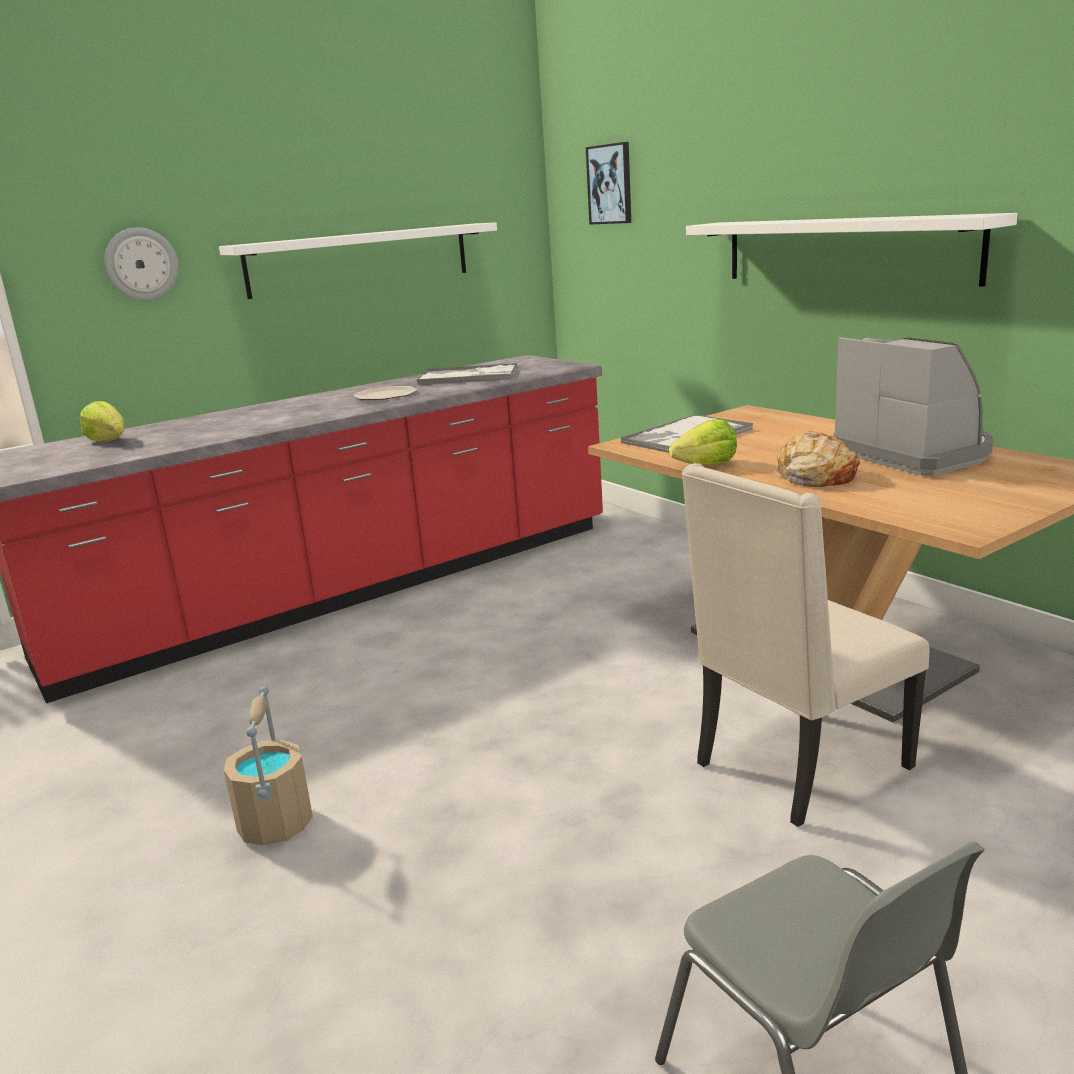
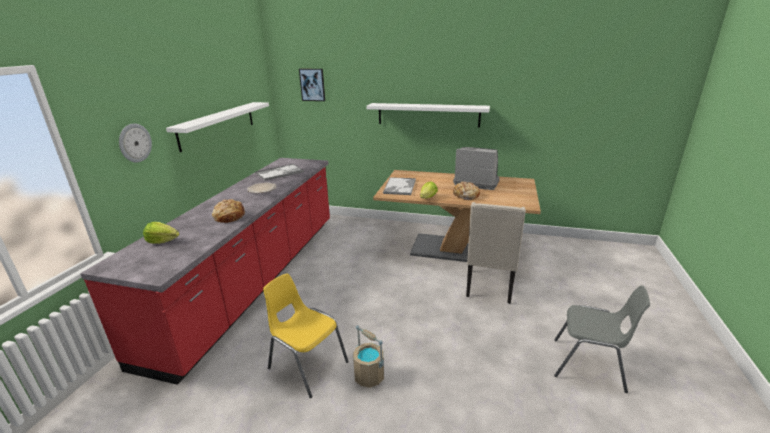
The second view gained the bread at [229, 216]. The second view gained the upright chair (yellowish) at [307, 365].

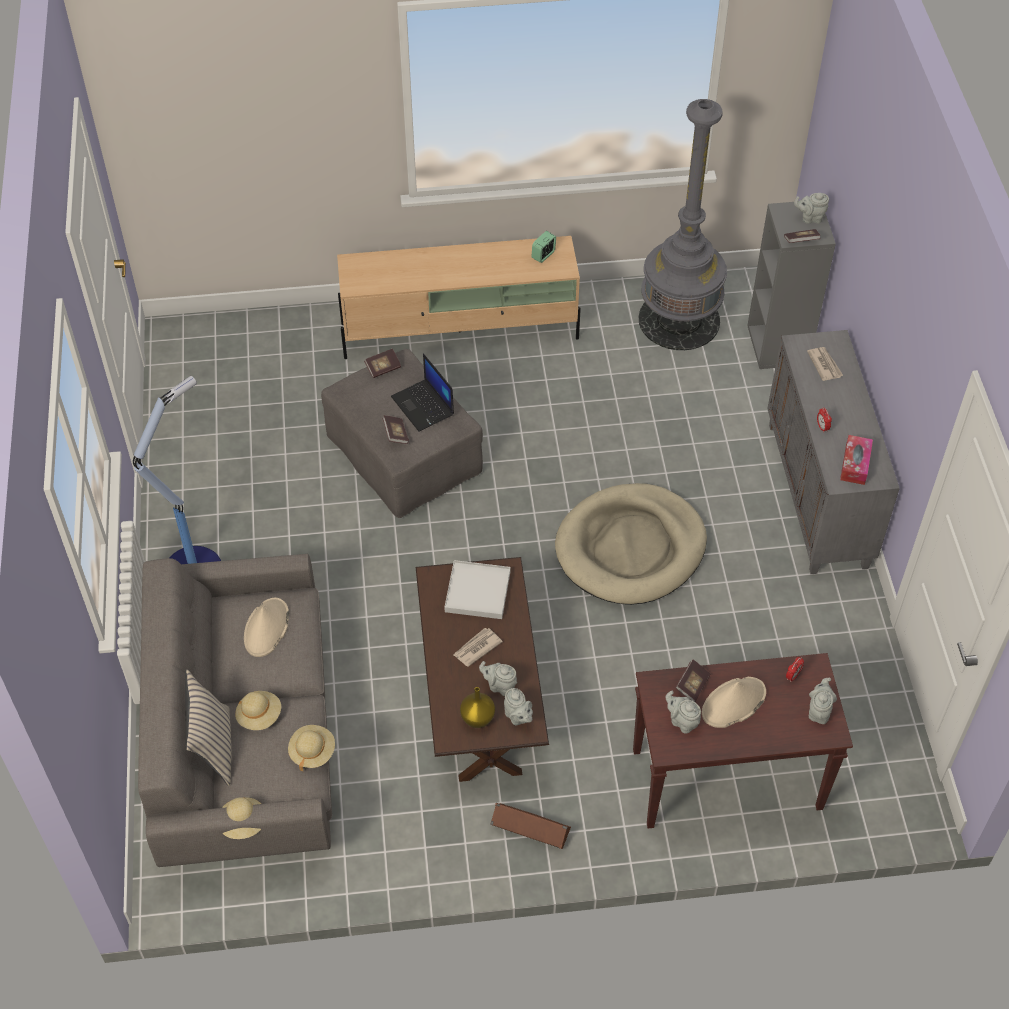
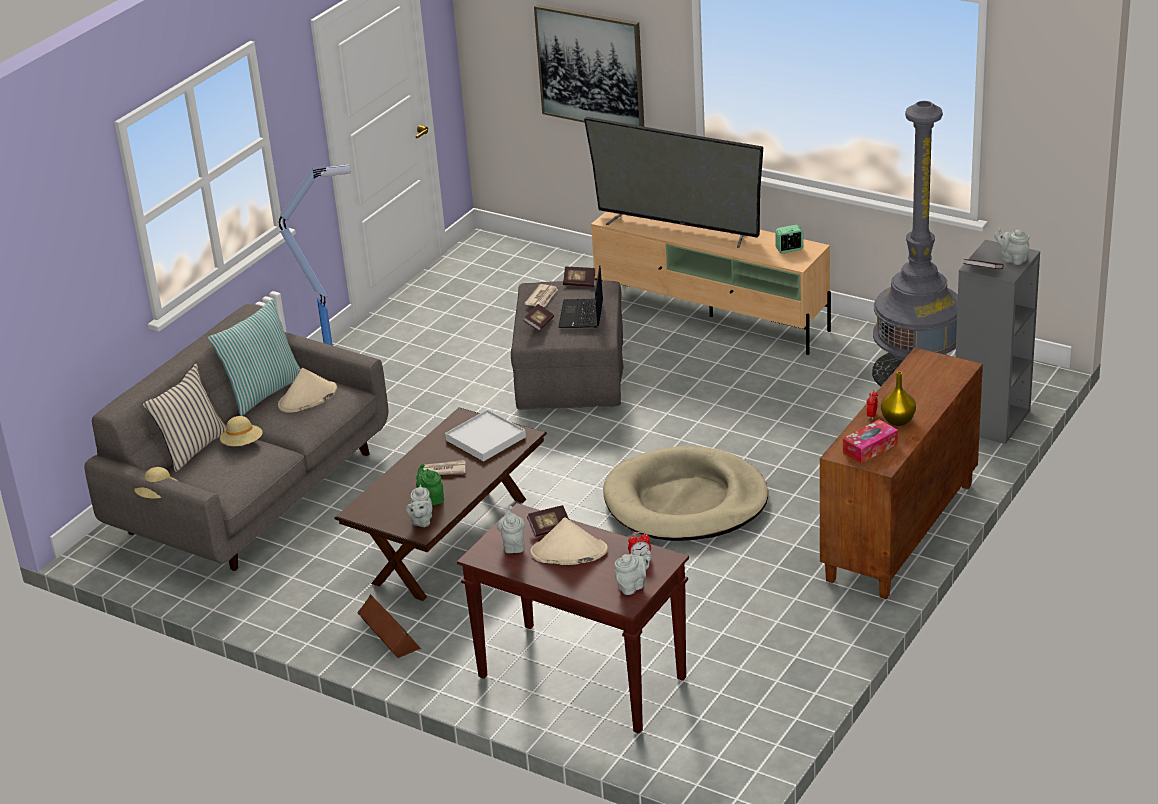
The second view lost the hat (beige-coloured) at [312, 752]. The vase (yellowish) ended up elsewhere, having gone from [478, 718] to [898, 421]. What was the teapot (gray) at [500, 686] turned into the teapot (green-coloured) at [431, 498]. What was the cupboard (gray) at [818, 495] turned into the cupboard (brown-coloured) at [901, 533]. The printed paper ended up elsewhere, having gone from [824, 365] to [542, 298]. The second view gained the pillow at [263, 392]. The second view gained the wall picture at [590, 68]. The second view gained the television at [678, 228].

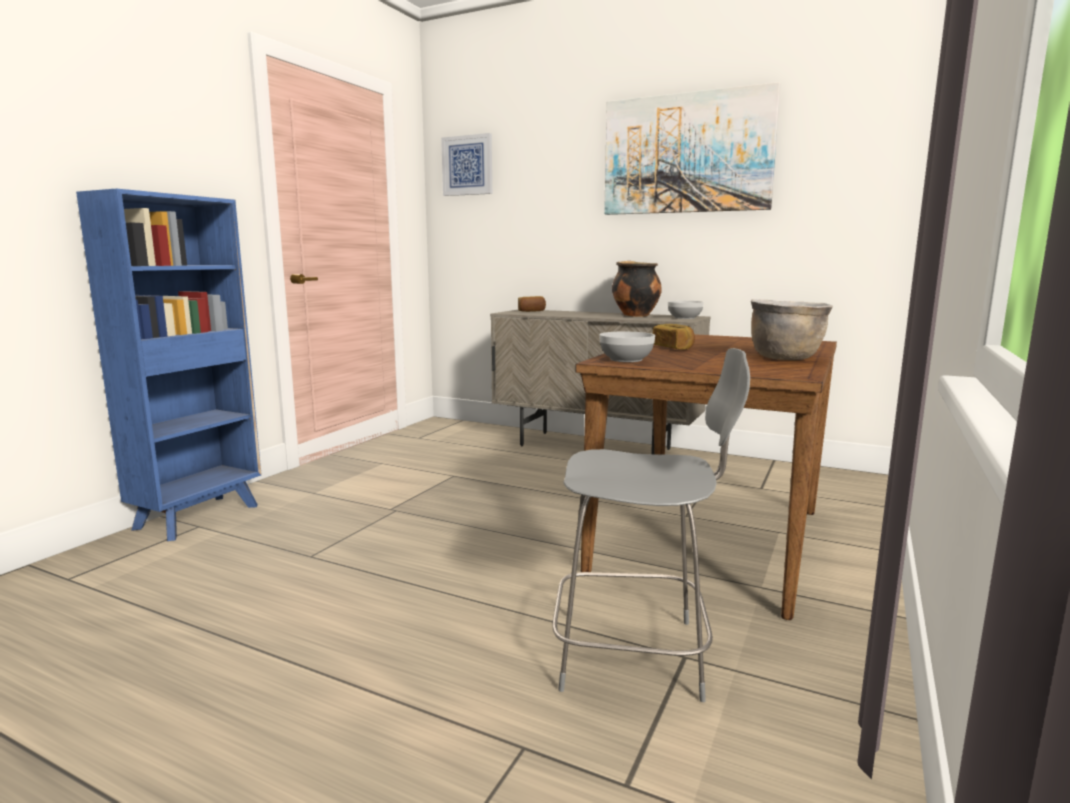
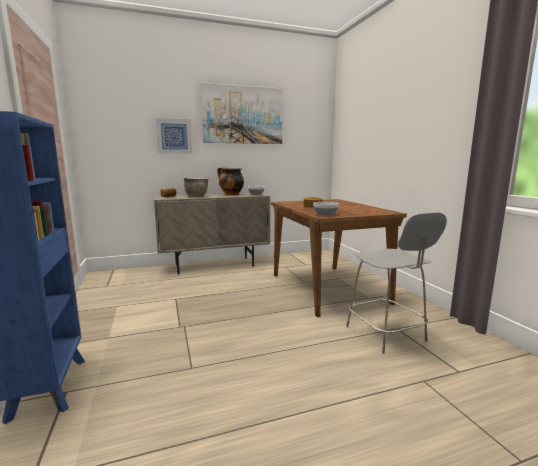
The wall picture ended up elsewhere, having gone from [467, 165] to [174, 136]. The upright chair (gray) at [636, 654] ended up facing another way, 105 degrees clockwise from before. The stockpot (brown-coloured) ended up elsewhere, having gone from [785, 358] to [196, 196].

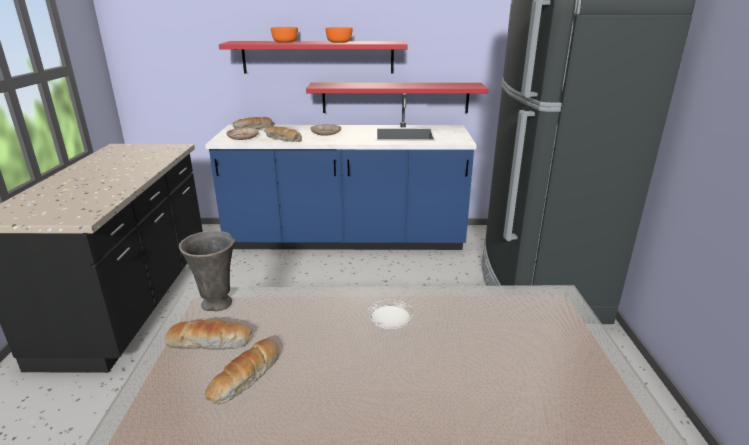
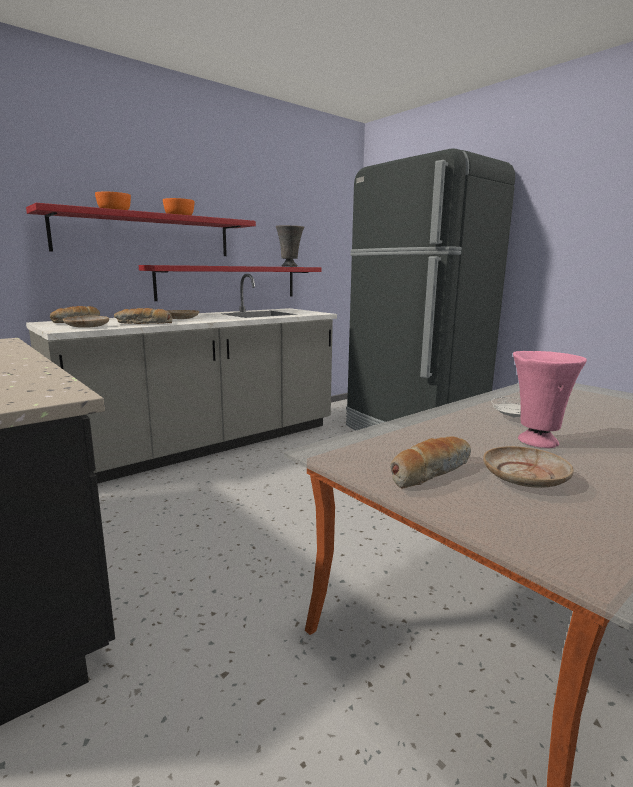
The vase (gray) ended up elsewhere, having gone from [217, 304] to [290, 266]. What was the kitchen base unit (blue) at [346, 240] turned into the kitchen base unit (gray) at [206, 445]. Where the bread stood at [246, 379], the flat dish (beige-coloured) came to stand at [525, 477]. The second view gained the vase (pink) at [536, 441].

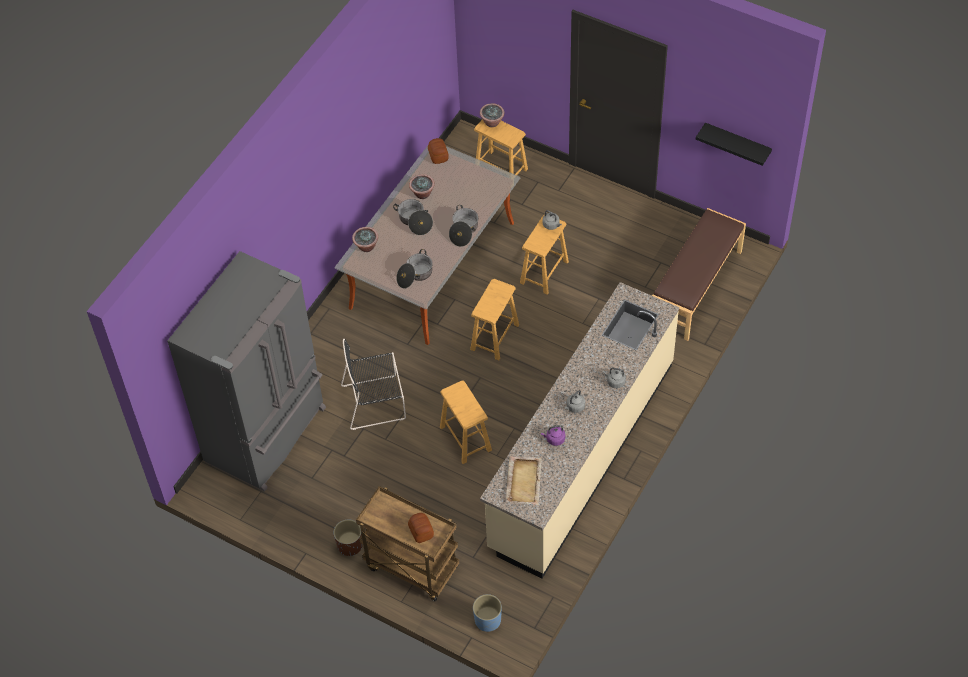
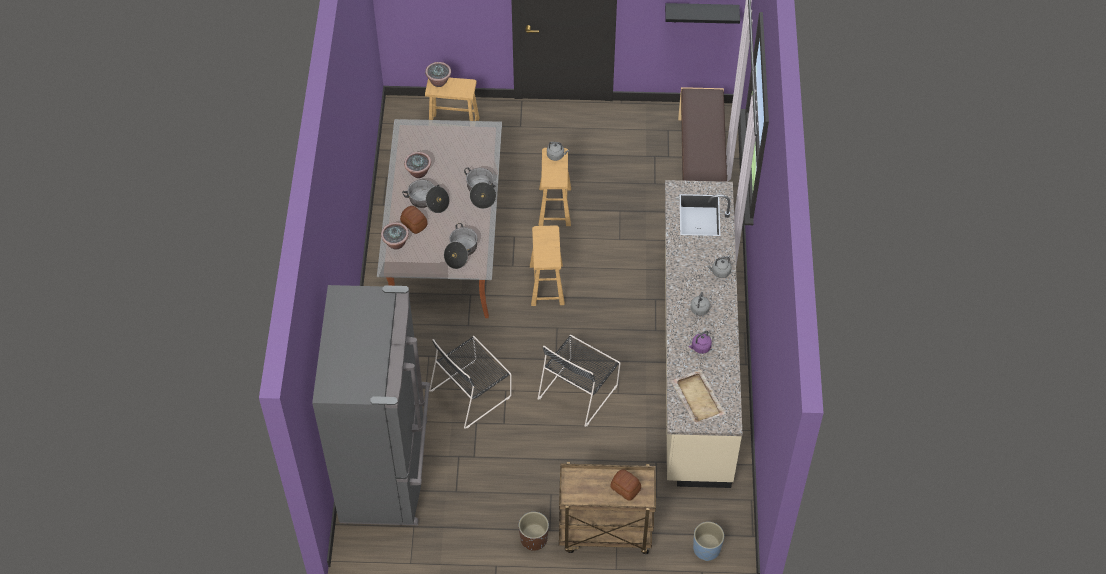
The bread ended up elsewhere, having gone from [438, 155] to [414, 223]. Where the sitting stool (brown-coloured) stood at [465, 438], the upright chair (blackish) came to stand at [579, 390].

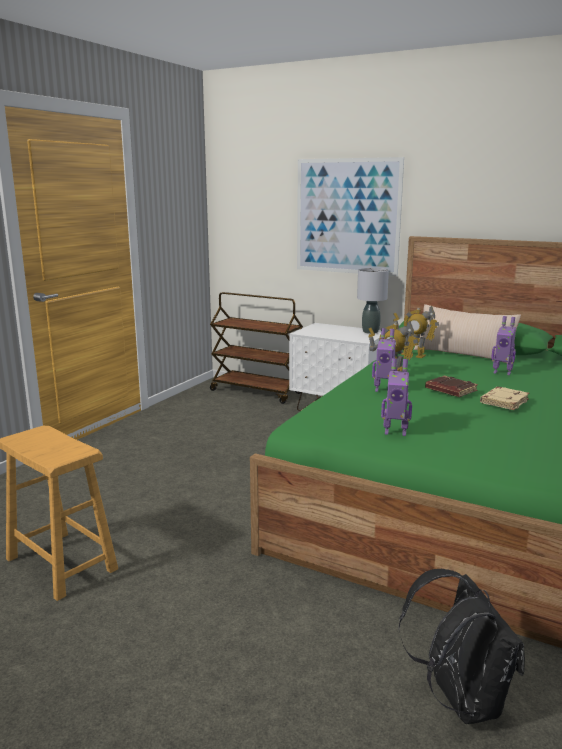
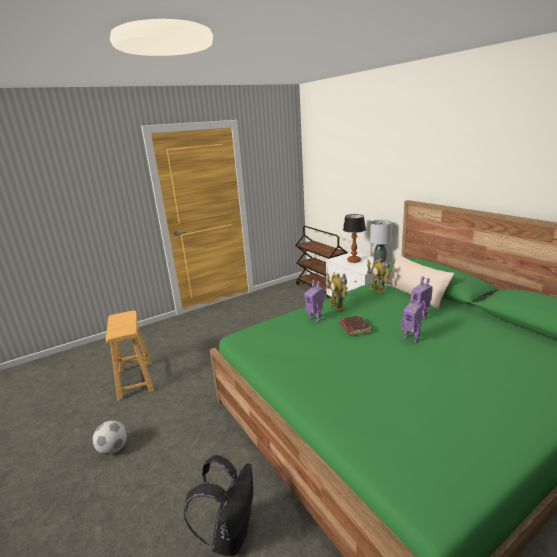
The second view lost the wall picture at [347, 216]. The toy robot ended up elsewhere, having gone from [395, 432] to [411, 338]. The second view lost the book (beige-coloured) at [503, 401]. The second view gained the football ball at [113, 449]. The second view gained the lamp for a table at [353, 260].

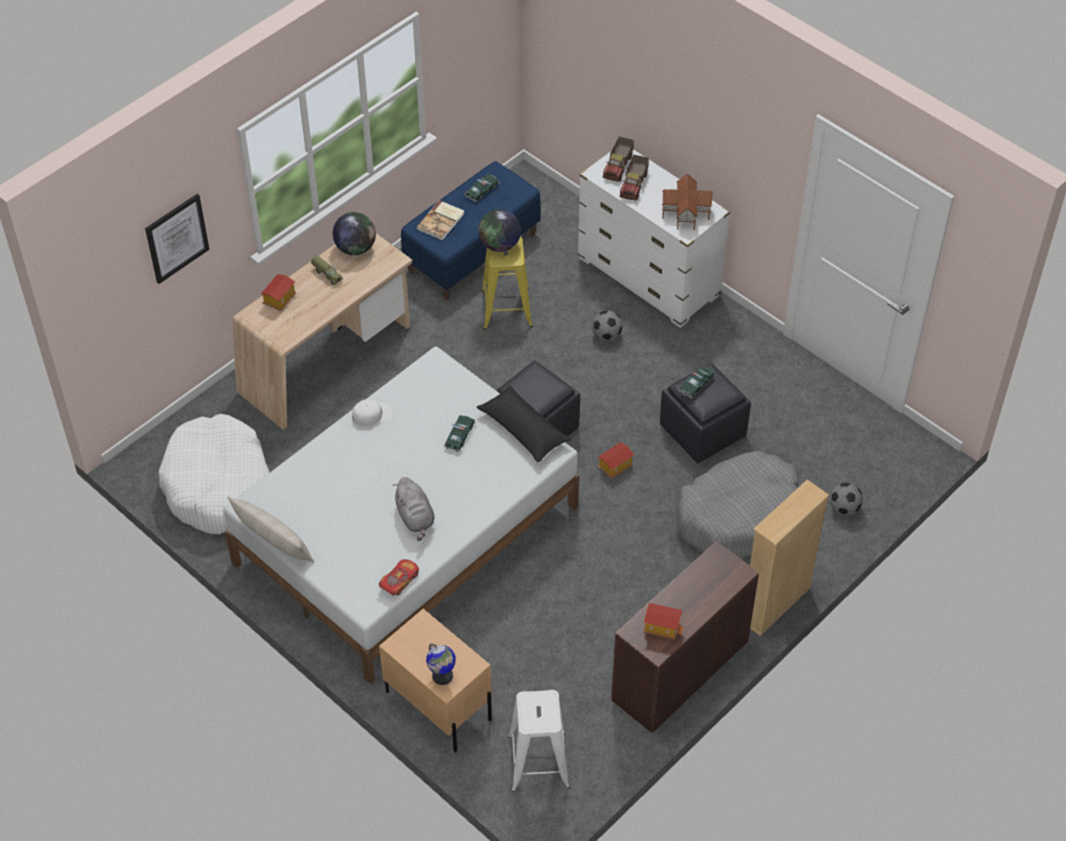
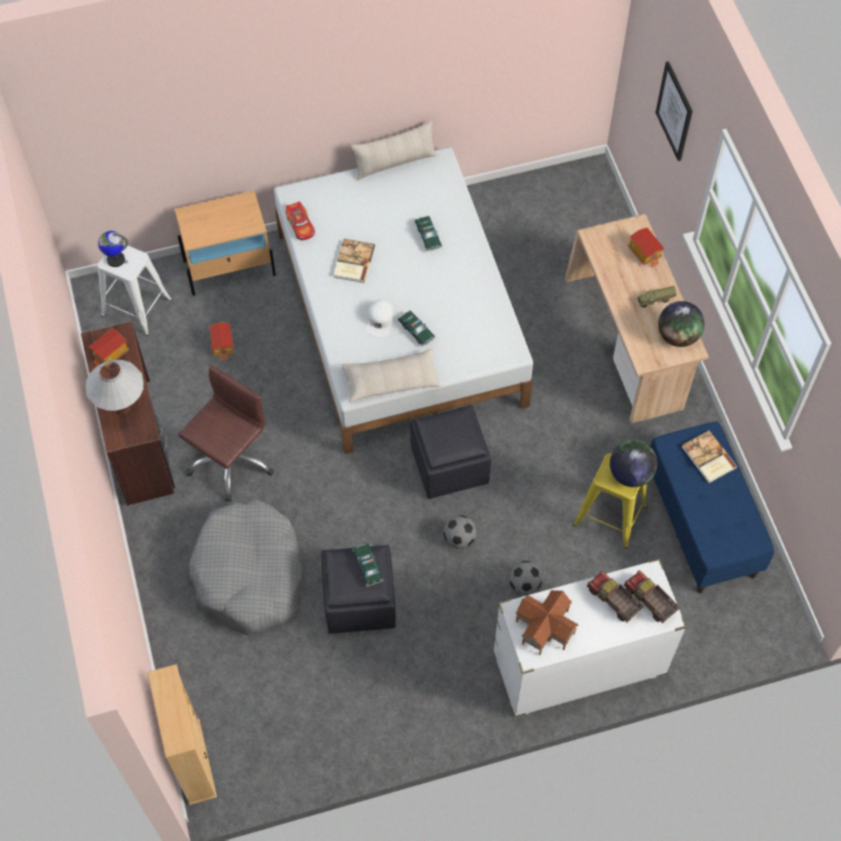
The second view lost the dog cushion (white-coloured) at [218, 486]. The peaked cap (white-coloured) ended up elsewhere, having gone from [372, 414] to [380, 320]. Where the plush toy (gray) stood at [415, 518], the book came to stand at [353, 262]. The desk globe ended up elsewhere, having gone from [442, 676] to [115, 259]. The toy car ended up elsewhere, having gone from [482, 191] to [428, 236]. What was the pillow (blackish) at [523, 430] turned into the pillow (beige-coloured) at [391, 380]. The toy house ended up elsewhere, having gone from [615, 466] to [223, 345]. The shelving unit (beige-coloured) ended up elsewhere, having gone from [775, 604] to [194, 761]. The football ball ended up elsewhere, having gone from [844, 508] to [459, 538]. The second view gained the lamp for a table (white-coloured) at [122, 407]. The second view gained the office chair (brown-coloured) at [230, 461].

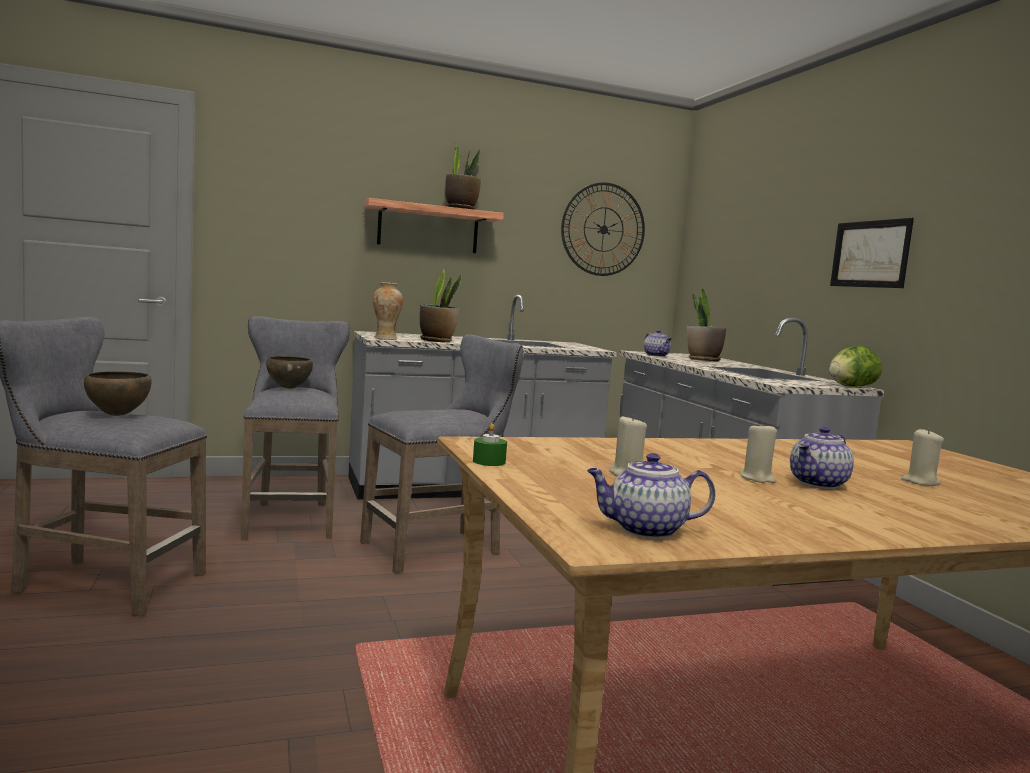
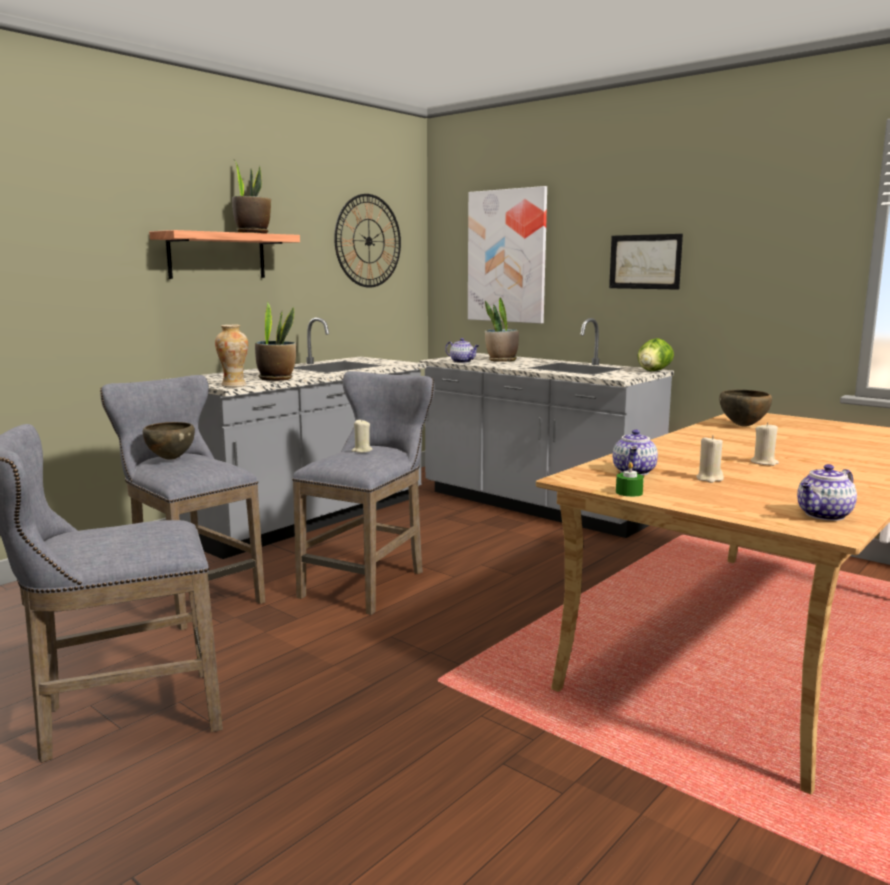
The serving bowl (brown-coloured) ended up elsewhere, having gone from [118, 415] to [744, 426]. The teapot ended up elsewhere, having gone from [819, 484] to [635, 472]. The wax candle (beige-coloured) ended up elsewhere, having gone from [920, 482] to [361, 451]. The second view gained the wall picture at [507, 256].

